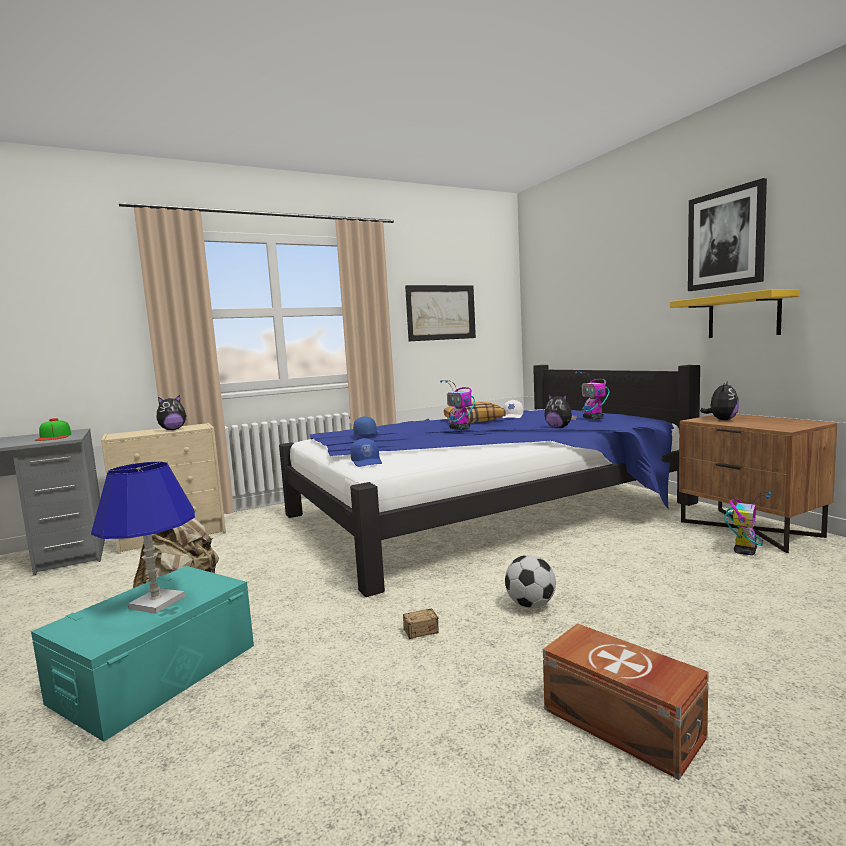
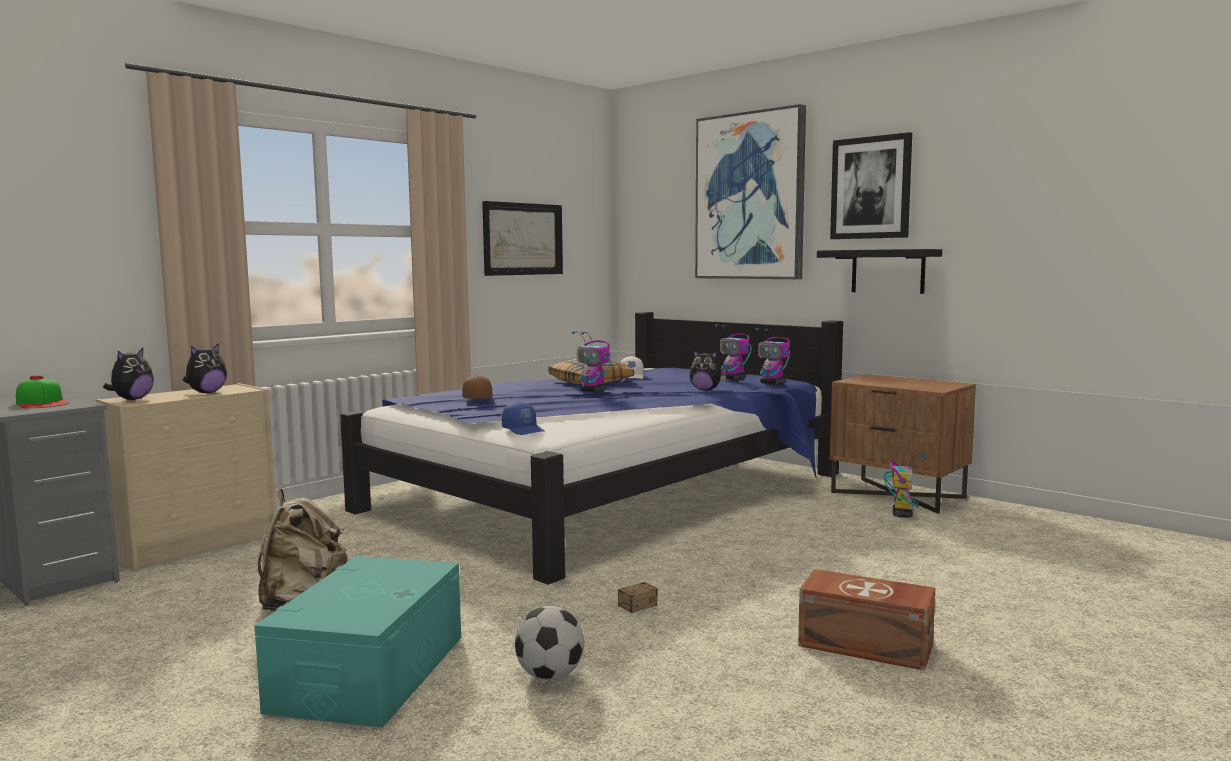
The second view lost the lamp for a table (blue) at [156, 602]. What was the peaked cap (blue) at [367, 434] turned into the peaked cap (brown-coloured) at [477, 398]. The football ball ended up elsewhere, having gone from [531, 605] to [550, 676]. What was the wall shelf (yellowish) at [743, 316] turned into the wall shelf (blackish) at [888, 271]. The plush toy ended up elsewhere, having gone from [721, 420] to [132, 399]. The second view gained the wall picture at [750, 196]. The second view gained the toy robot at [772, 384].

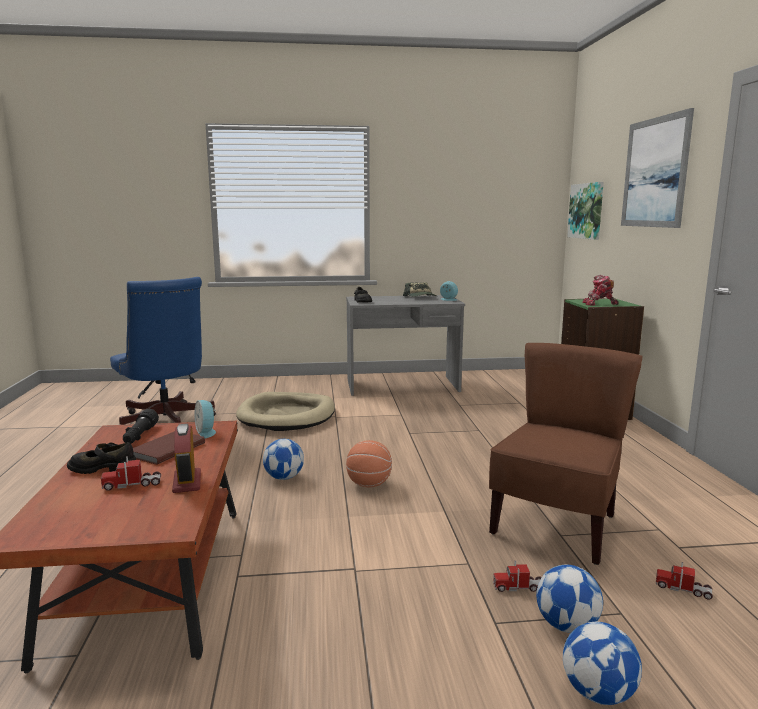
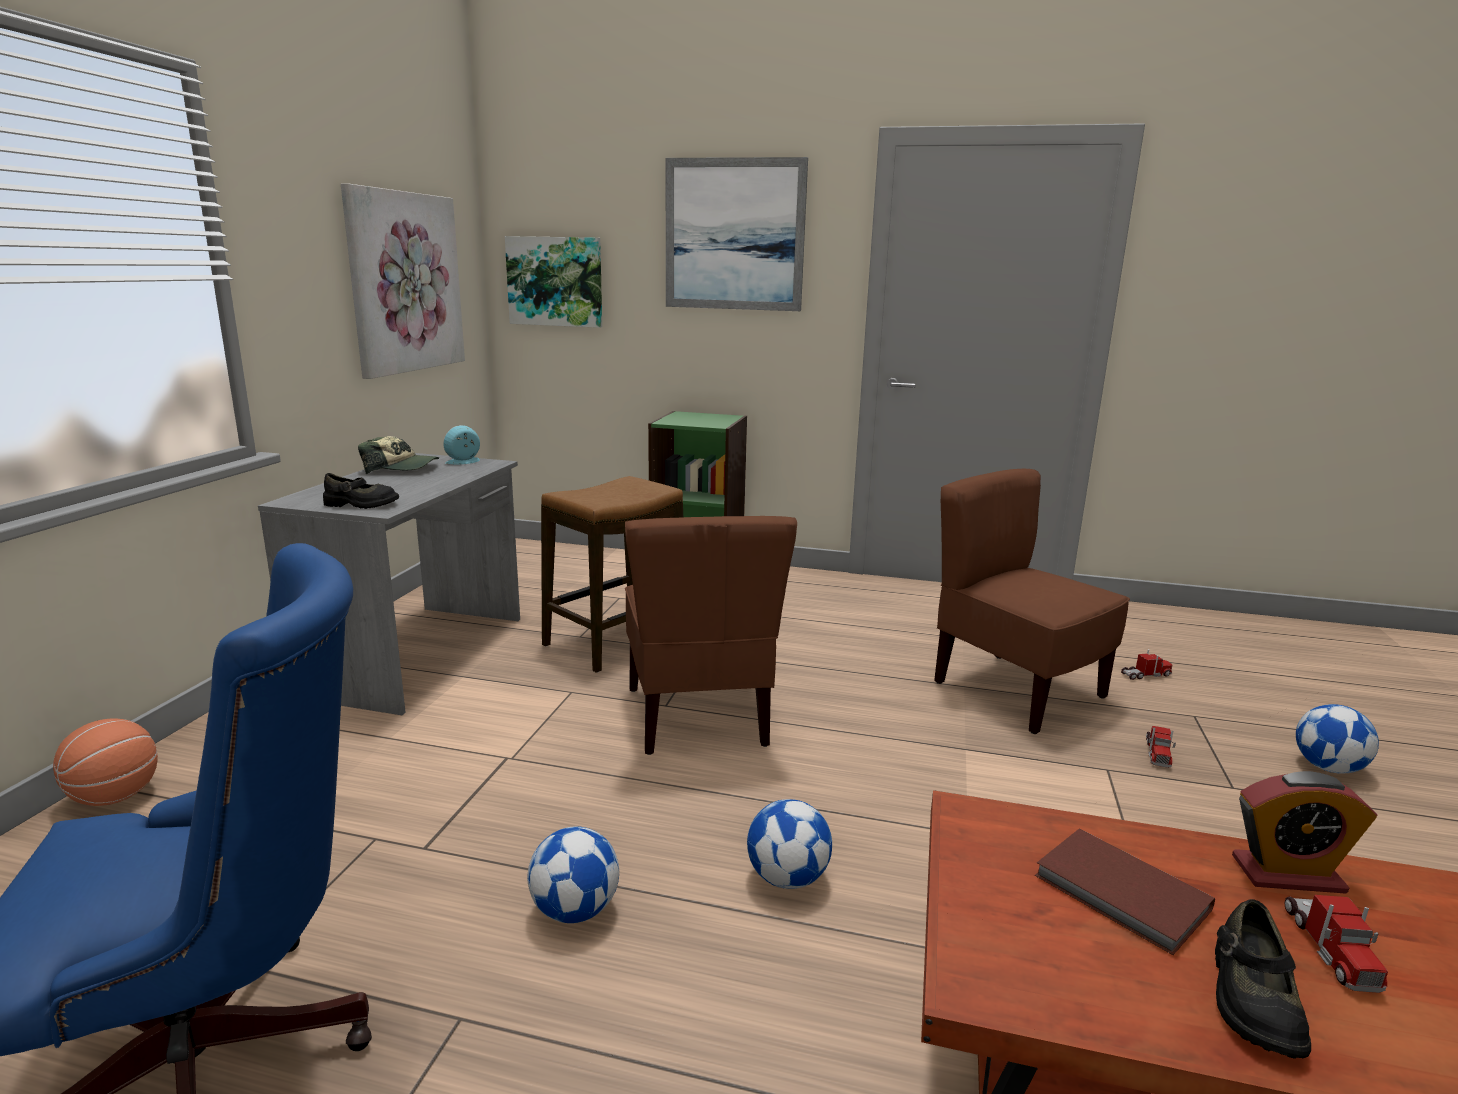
The second view lost the flashlight (blackish) at [140, 436]. The second view lost the table clock at [206, 432]. The second view lost the dog cushion (beige-coloured) at [287, 415]. The basketball ball ended up elsewhere, having gone from [369, 484] to [115, 796]. The football ball ended up elsewhere, having gone from [567, 625] to [575, 910]. The second view lost the toy robot at [599, 304]. The toy lorry at [683, 589] ended up facing another way, 150 degrees counterclockwise from before. The second view gained the wall picture at [406, 282]. The second view gained the sitting stool at [615, 641]. The second view gained the upright chair (brown-coloured) at [699, 717].

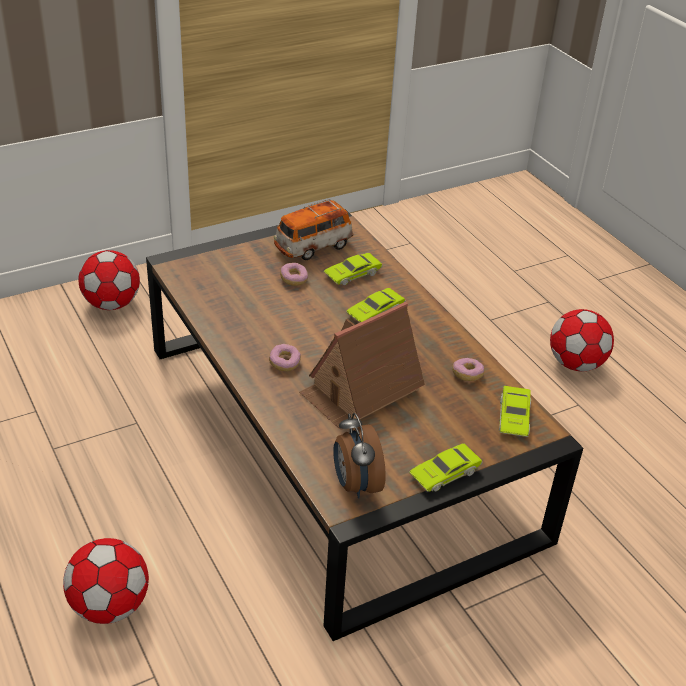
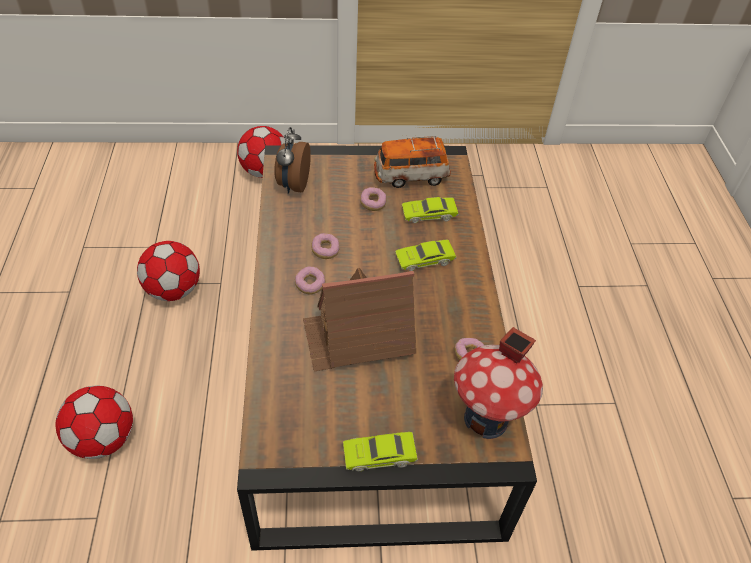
The table clock ended up elsewhere, having gone from [355, 484] to [293, 185]. Where the toy car (green-coloured) stood at [514, 417], the toy house came to stand at [486, 419]. The football ball ended up elsewhere, having gone from [575, 364] to [173, 290]. The second view gained the doughnut at [325, 251].

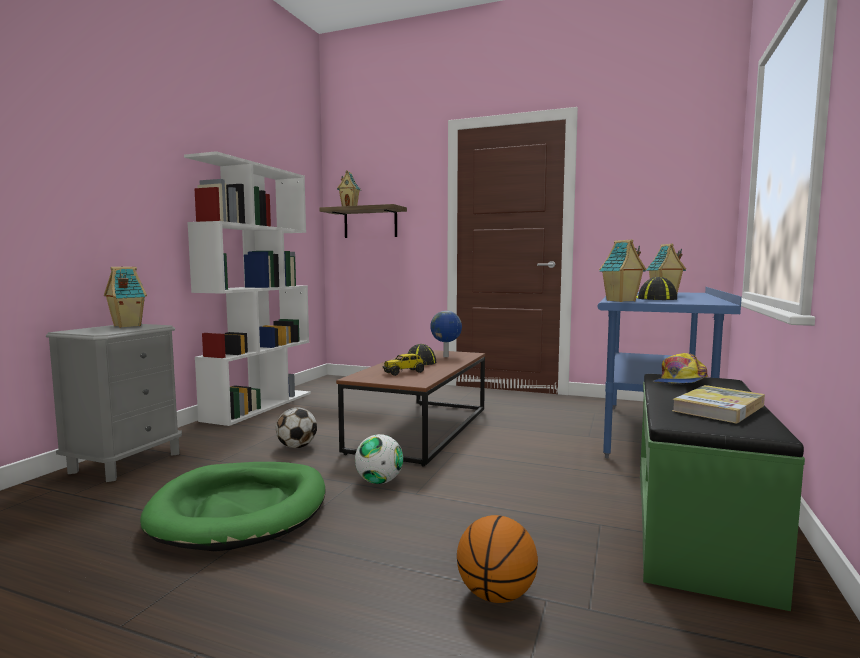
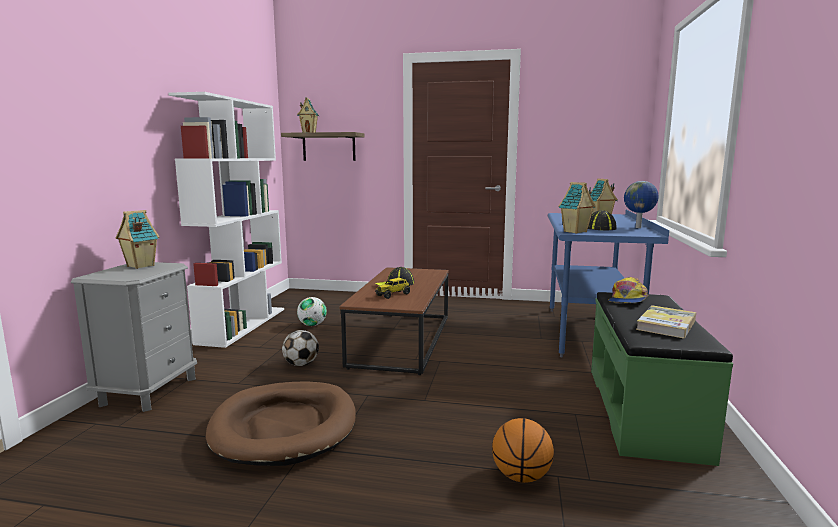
What was the dog cushion (green-coloured) at [241, 509] turned into the dog cushion (brown-coloured) at [285, 427]. The football ball ended up elsewhere, having gone from [379, 482] to [312, 325]. The desk globe ended up elsewhere, having gone from [446, 356] to [638, 227].

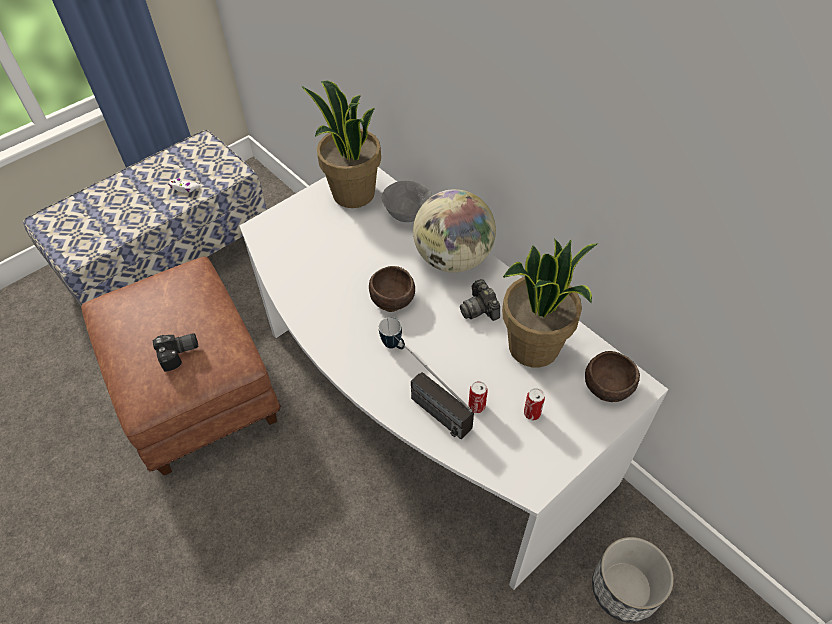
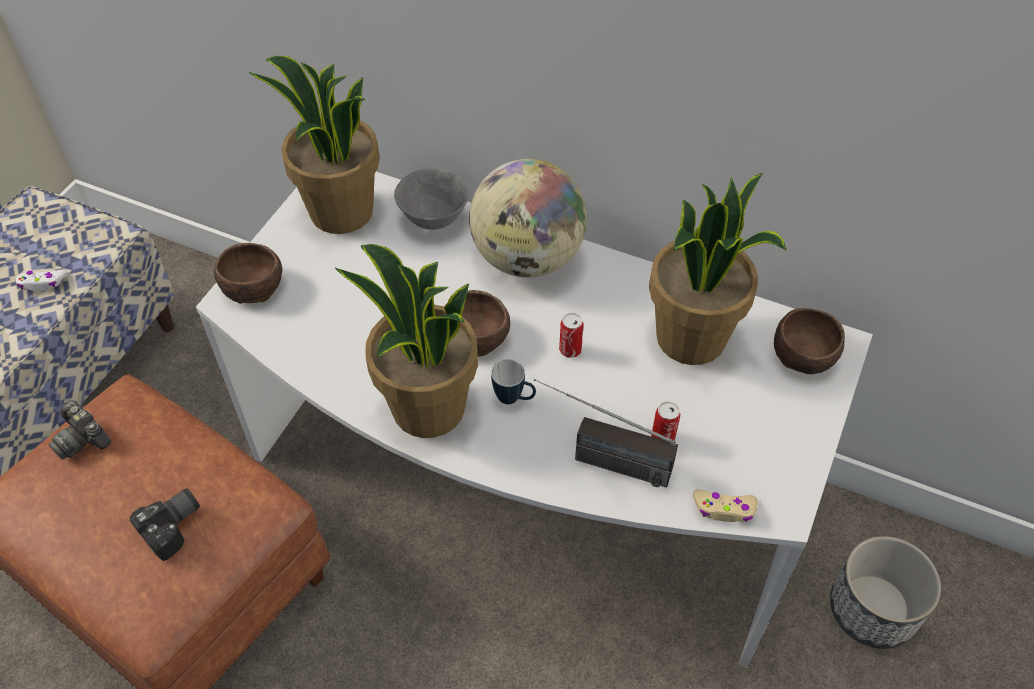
The still camera ended up elsewhere, having gone from [480, 309] to [82, 439]. The sealed can ended up elsewhere, having gone from [532, 413] to [570, 350]. The second view gained the serving bowl (brown-coloured) at [252, 286]. The second view gained the plant in a pot at [427, 409]. The second view gained the game controller (beige-coloured) at [724, 509].

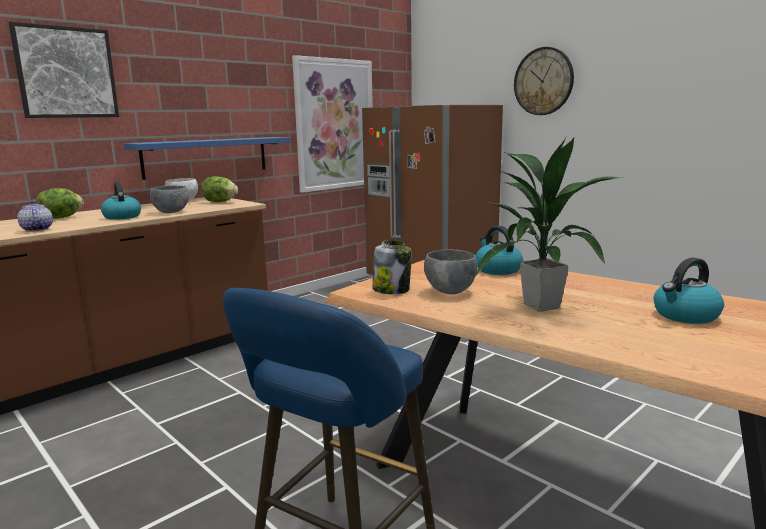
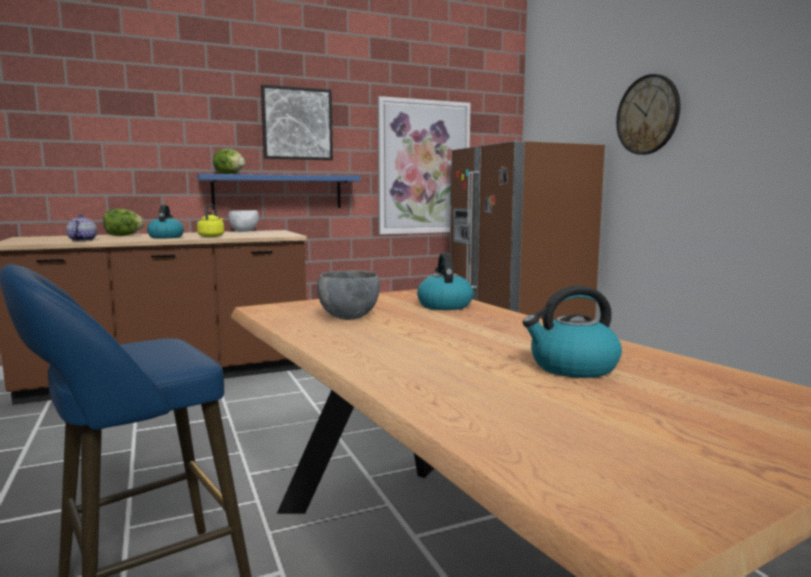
The wall picture ended up elsewhere, having gone from [66, 73] to [297, 124]. Where the serving bowl (gray) stood at [171, 212], the kettle (yellowish) came to stand at [212, 236]. The head of lettuce ended up elsewhere, having gone from [220, 202] to [229, 174]. The second view lost the storage jar at [392, 290]. The second view lost the plant in a pot at [541, 305].

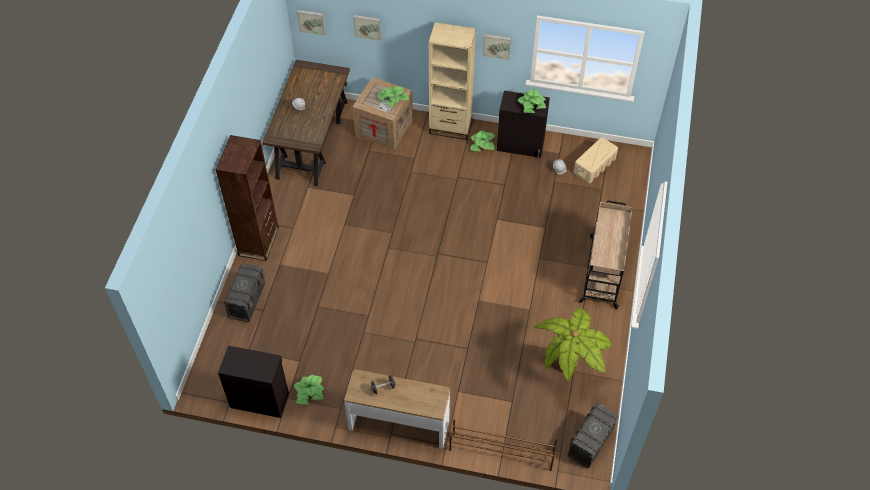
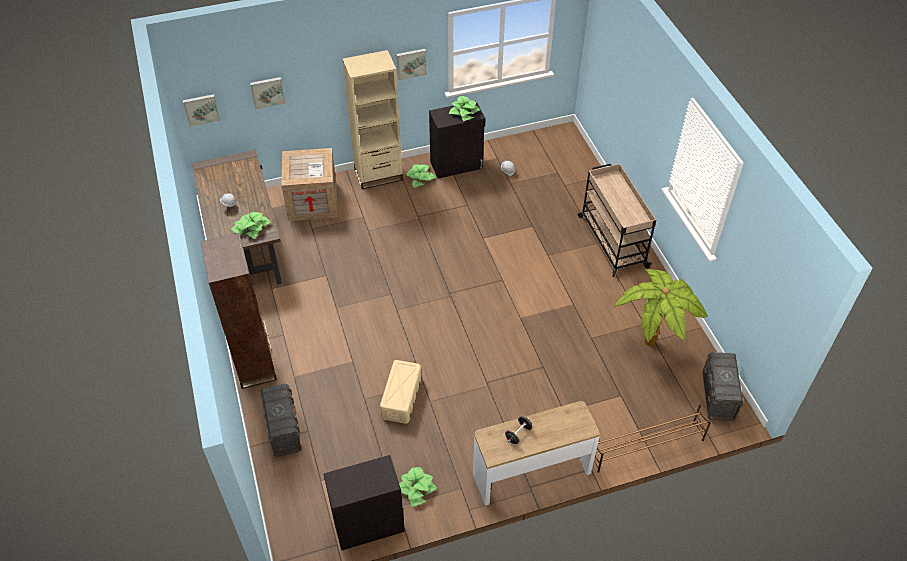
The plant in a pot ended up elsewhere, having gone from [392, 98] to [251, 228]. The storage container (beige-coloured) ended up elsewhere, having gone from [594, 166] to [401, 397].

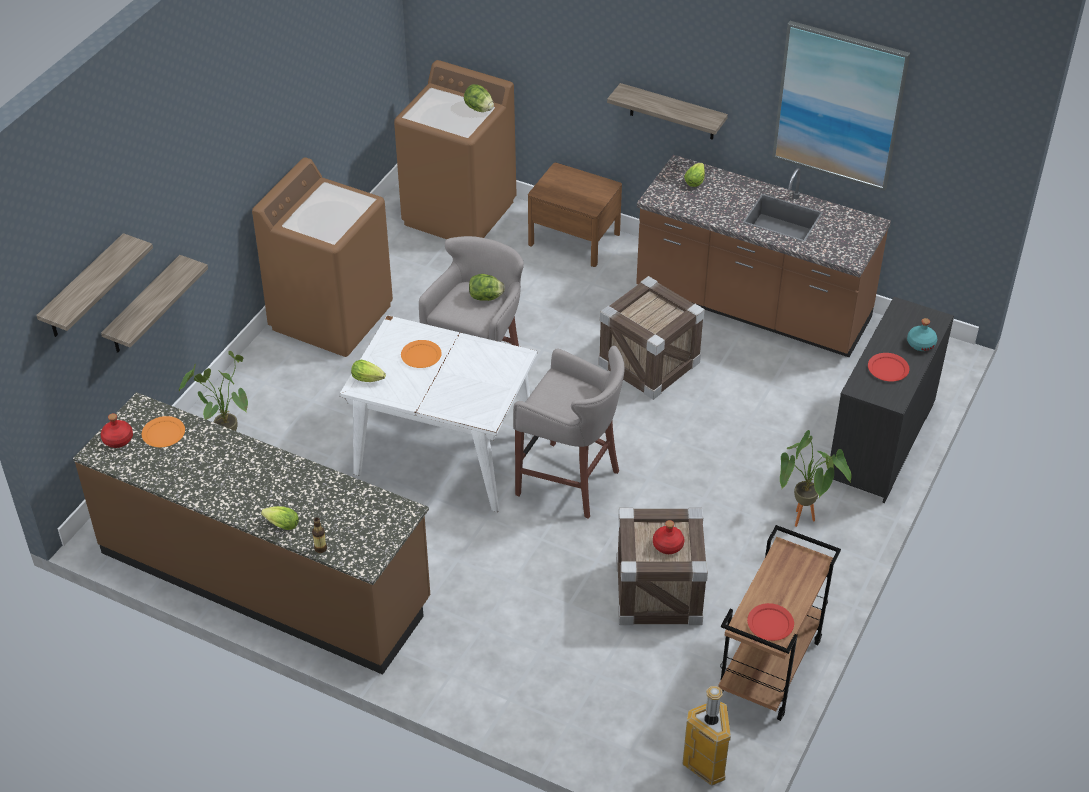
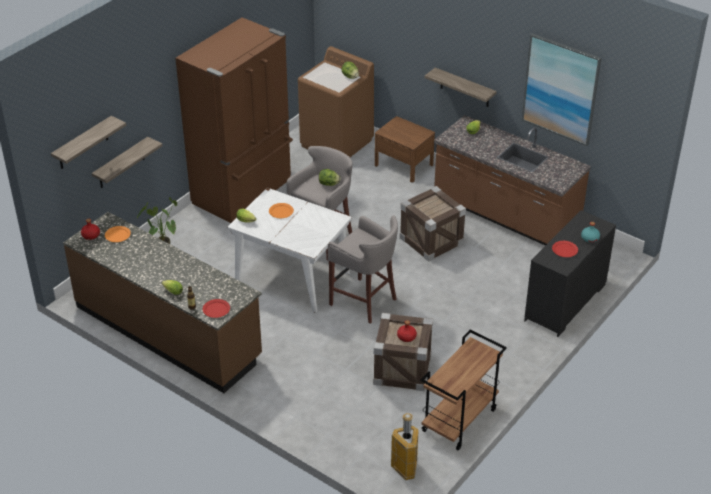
Where the washing machine (brown-coloured) stood at [332, 316], the refrigerator (brown-coloured) came to stand at [244, 193]. The flat dish (reddish) ended up elsewhere, having gone from [770, 623] to [216, 309]. The second view lost the plant in a pot at [803, 523].

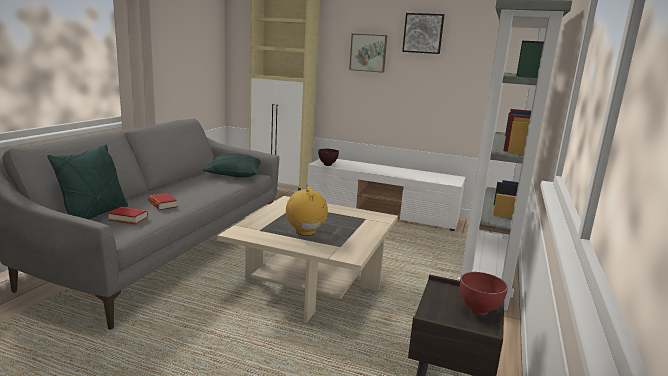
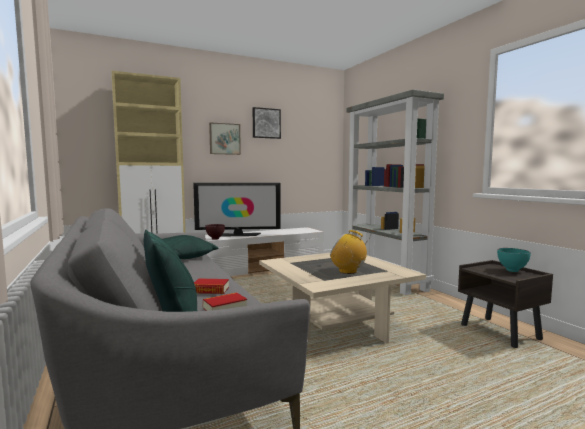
What was the serving bowl (reddish) at [479, 311] turned into the serving bowl (blue-green) at [511, 270]. The second view gained the television at [238, 235].

